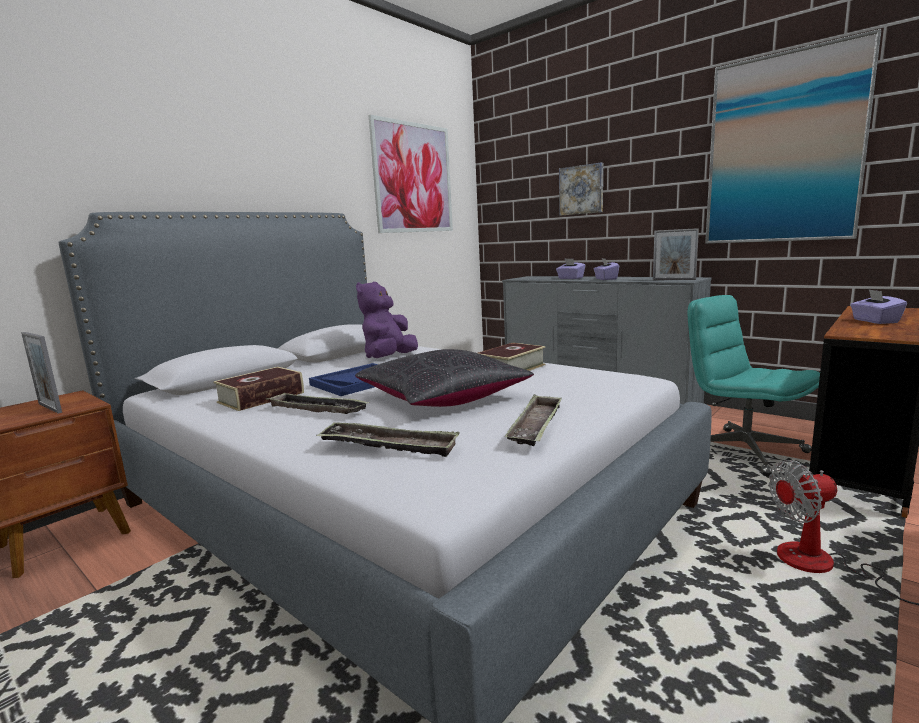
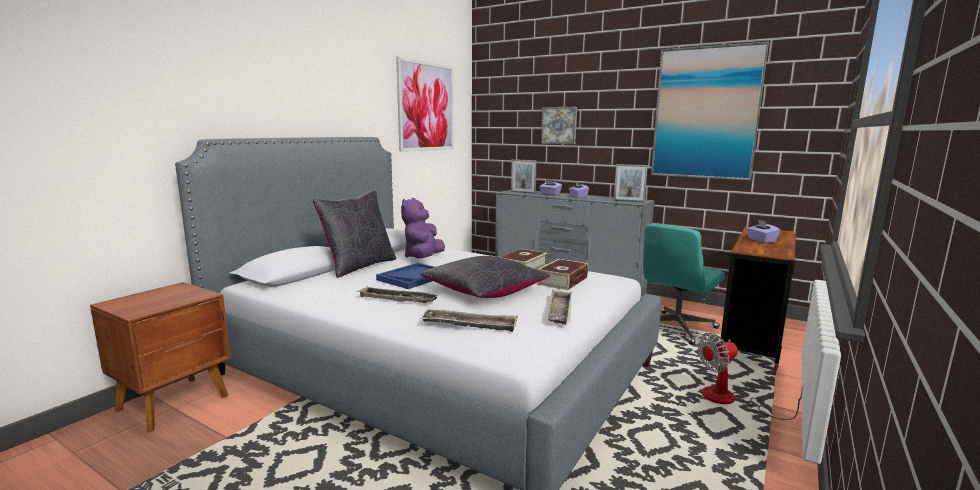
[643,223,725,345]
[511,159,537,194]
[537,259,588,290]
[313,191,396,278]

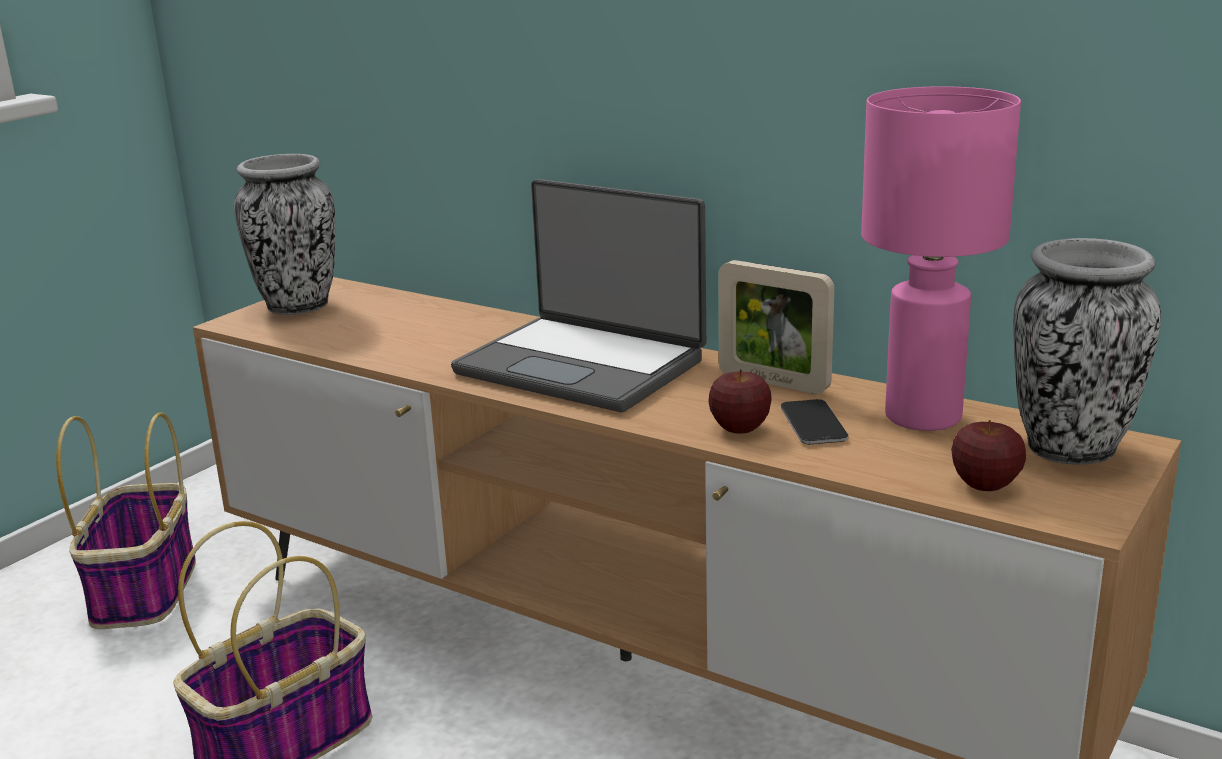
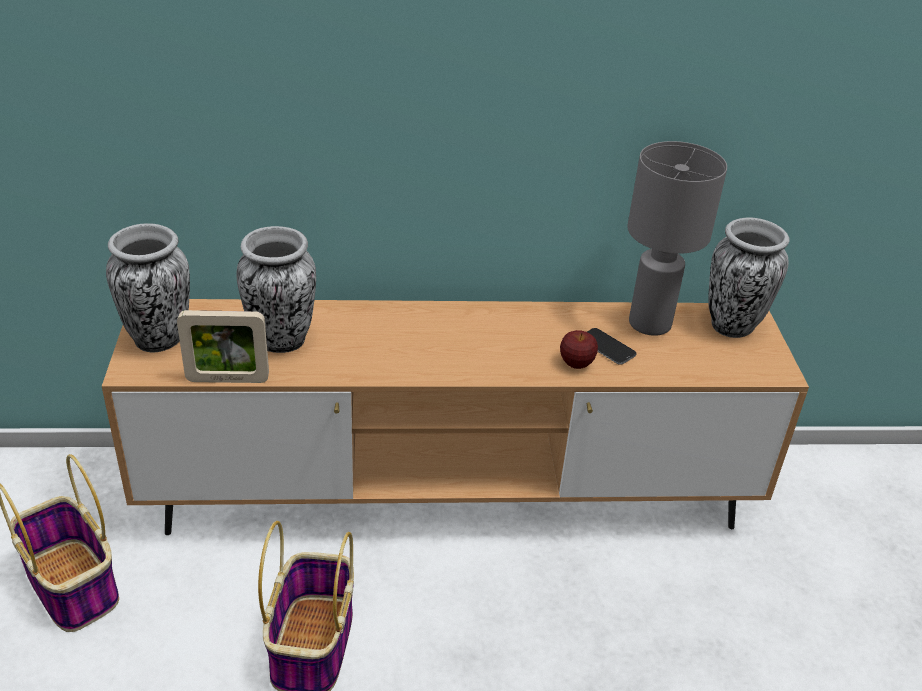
[627,141,727,336]
[451,179,706,412] (first image)
[177,310,269,383]
[951,420,1026,491] (first image)
[236,226,316,353]

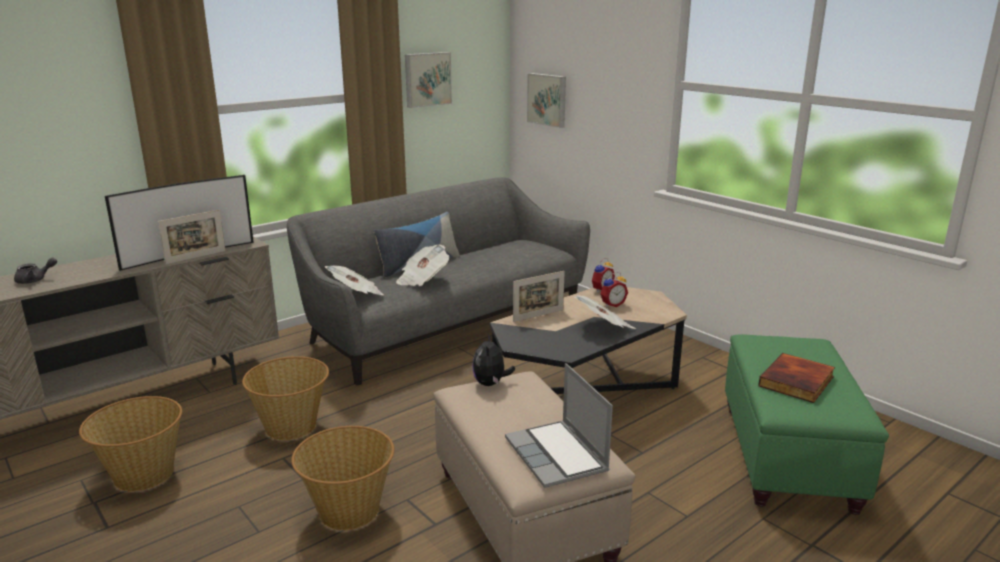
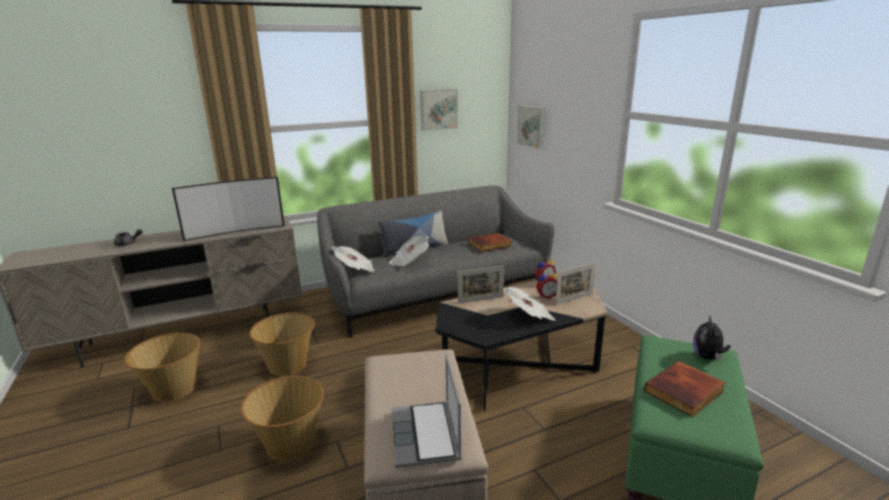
[555,263,596,305]
[693,315,731,360]
[468,233,512,252]

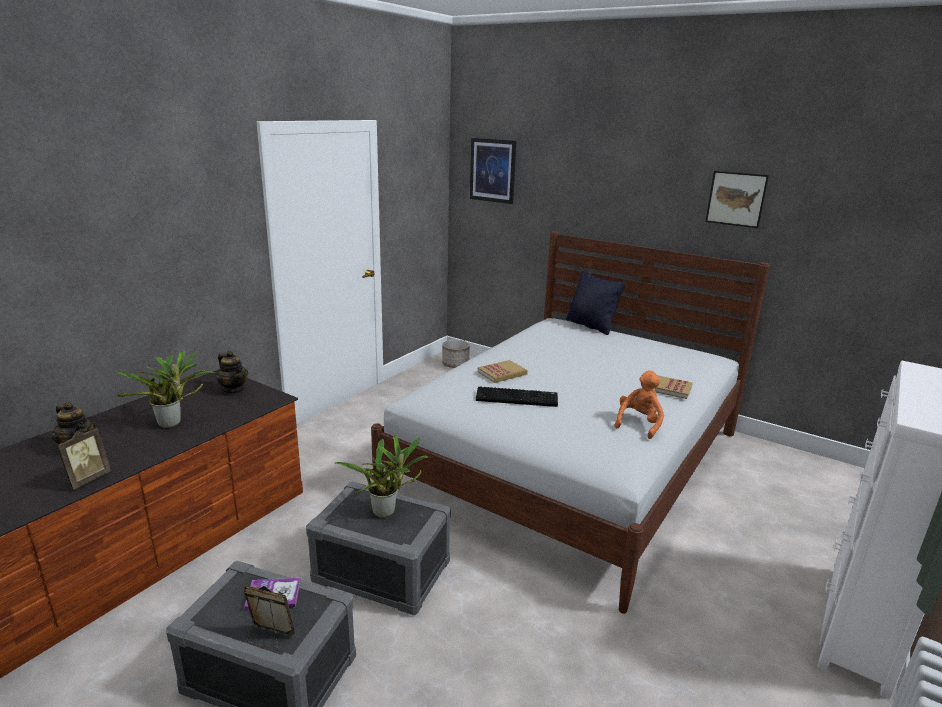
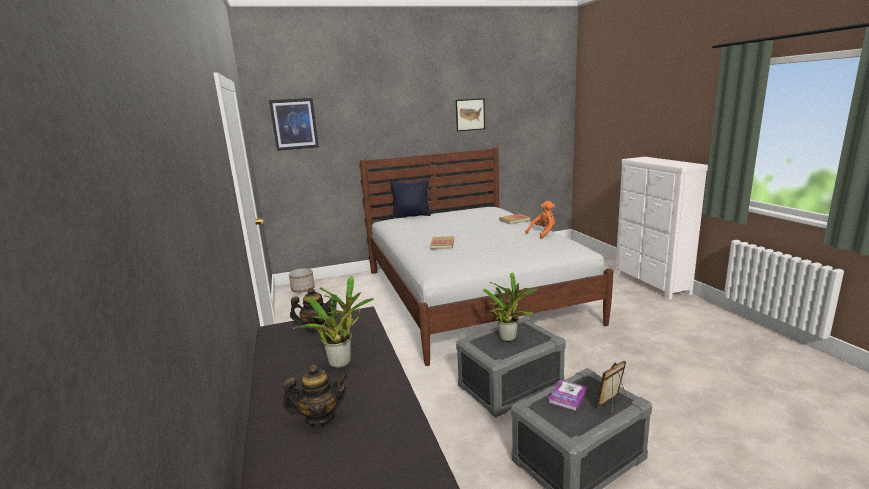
[525,201,555,239]
[476,386,558,407] (first image)
[57,428,111,490] (first image)

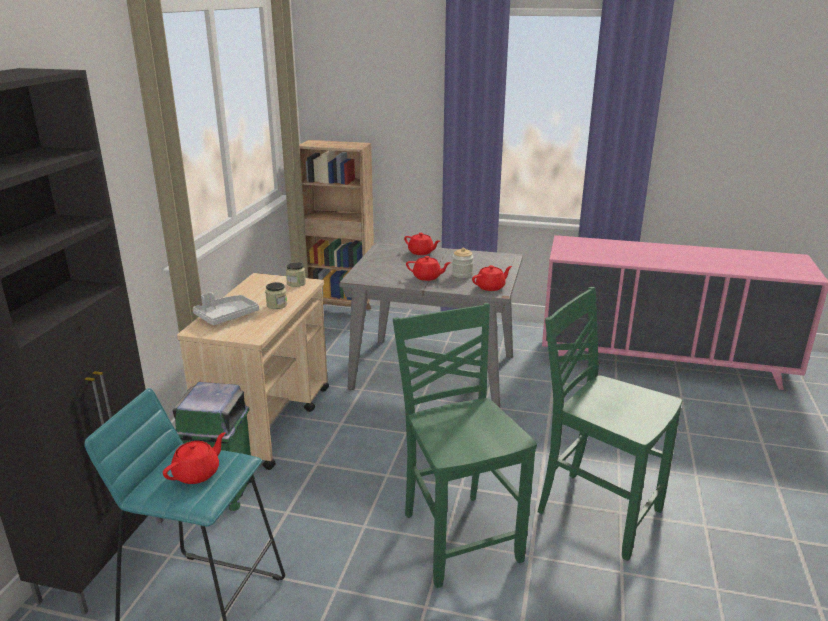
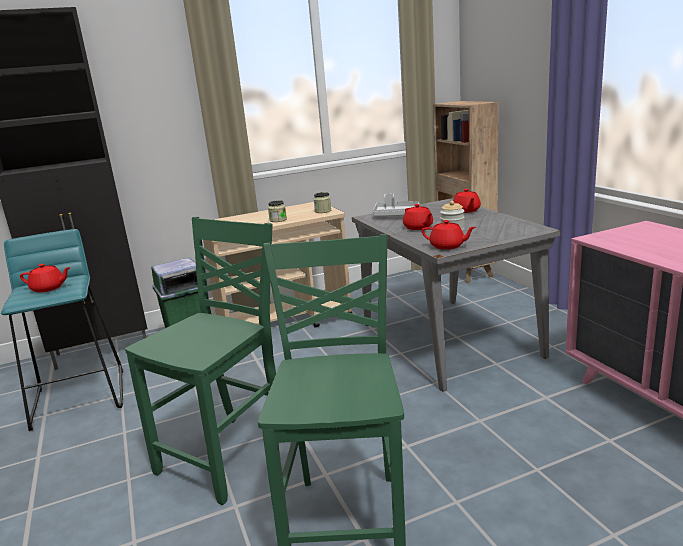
[373,194,420,216]

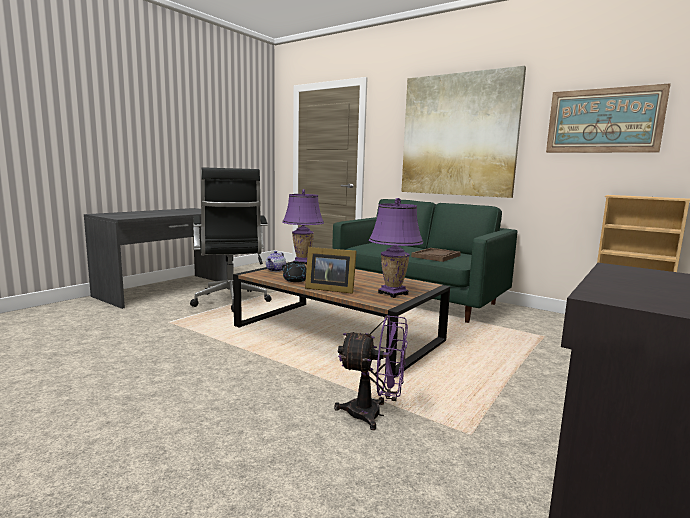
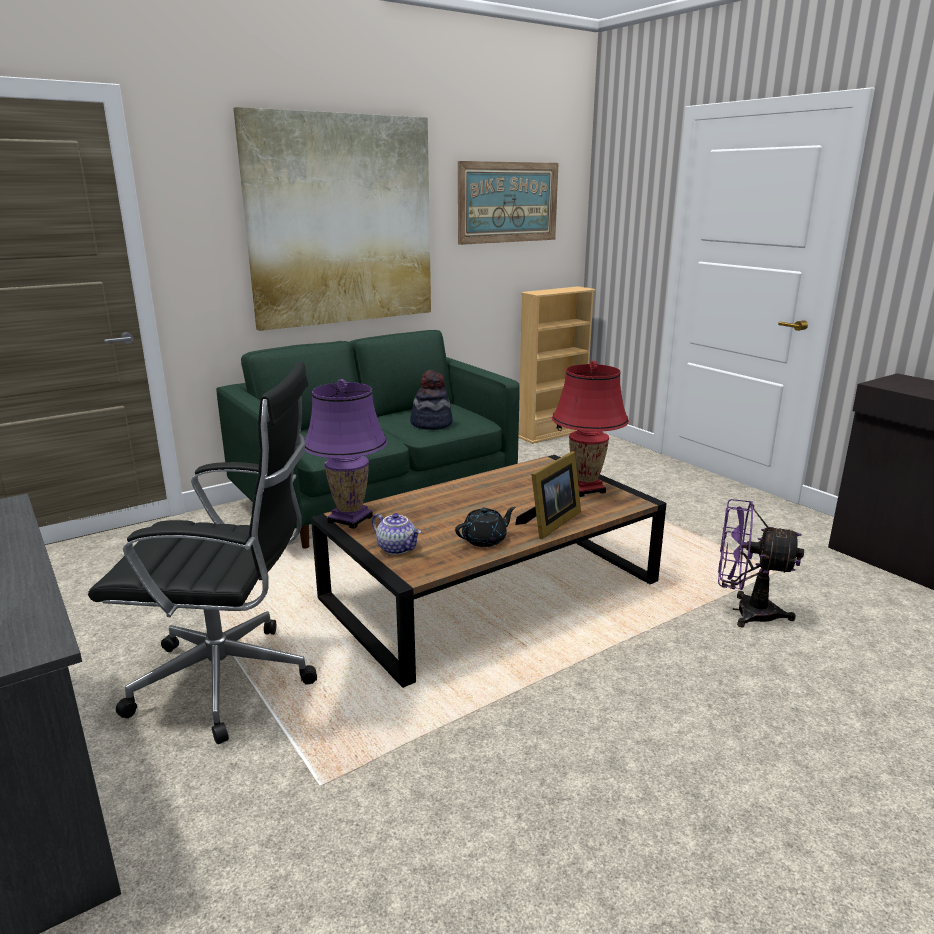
[552,360,629,497]
[410,370,453,430]
[718,499,804,627]

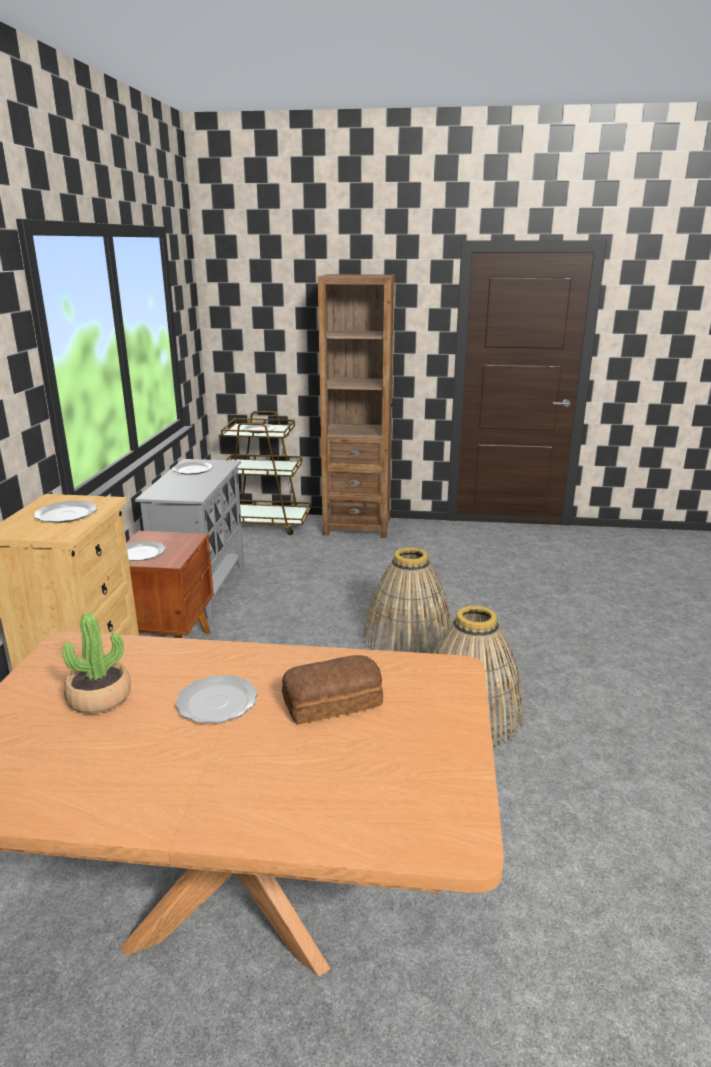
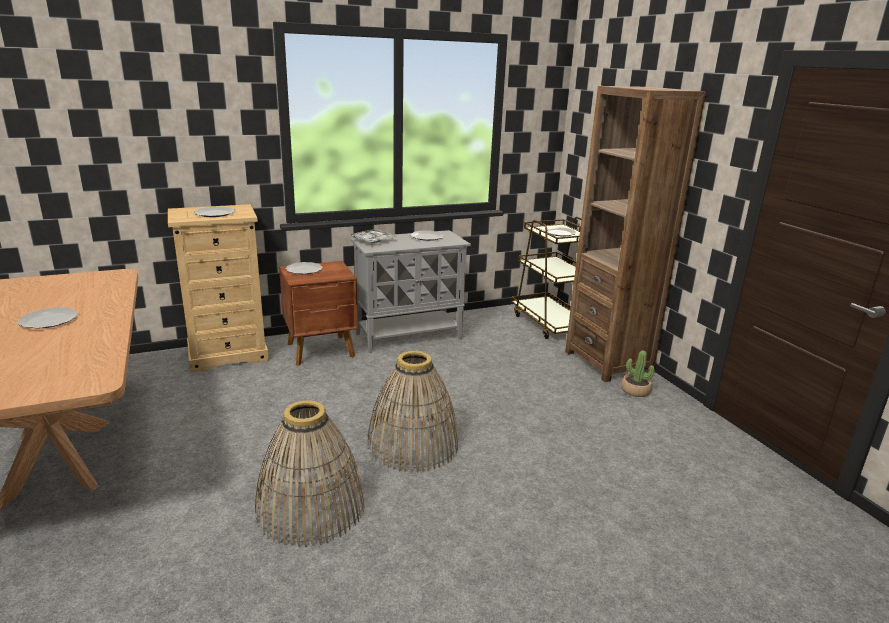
[621,351,655,397]
[282,655,383,724] (first image)
[351,229,397,243]

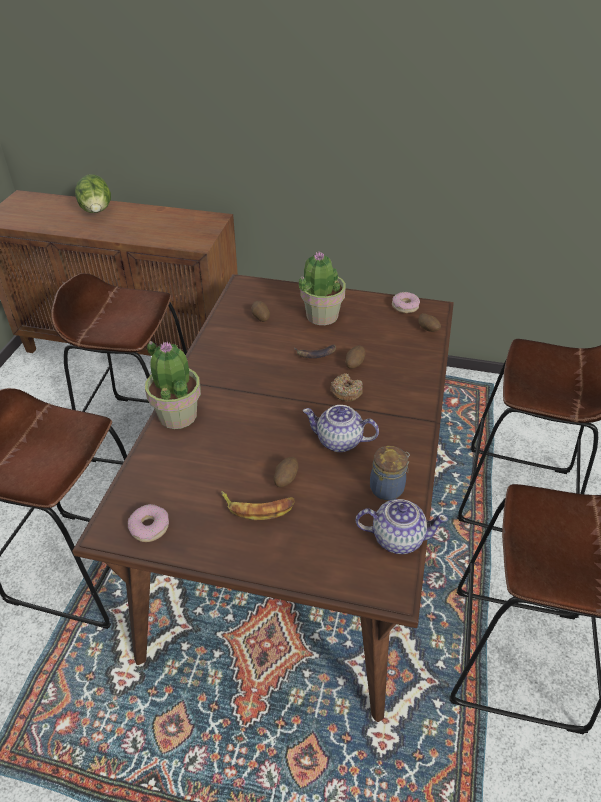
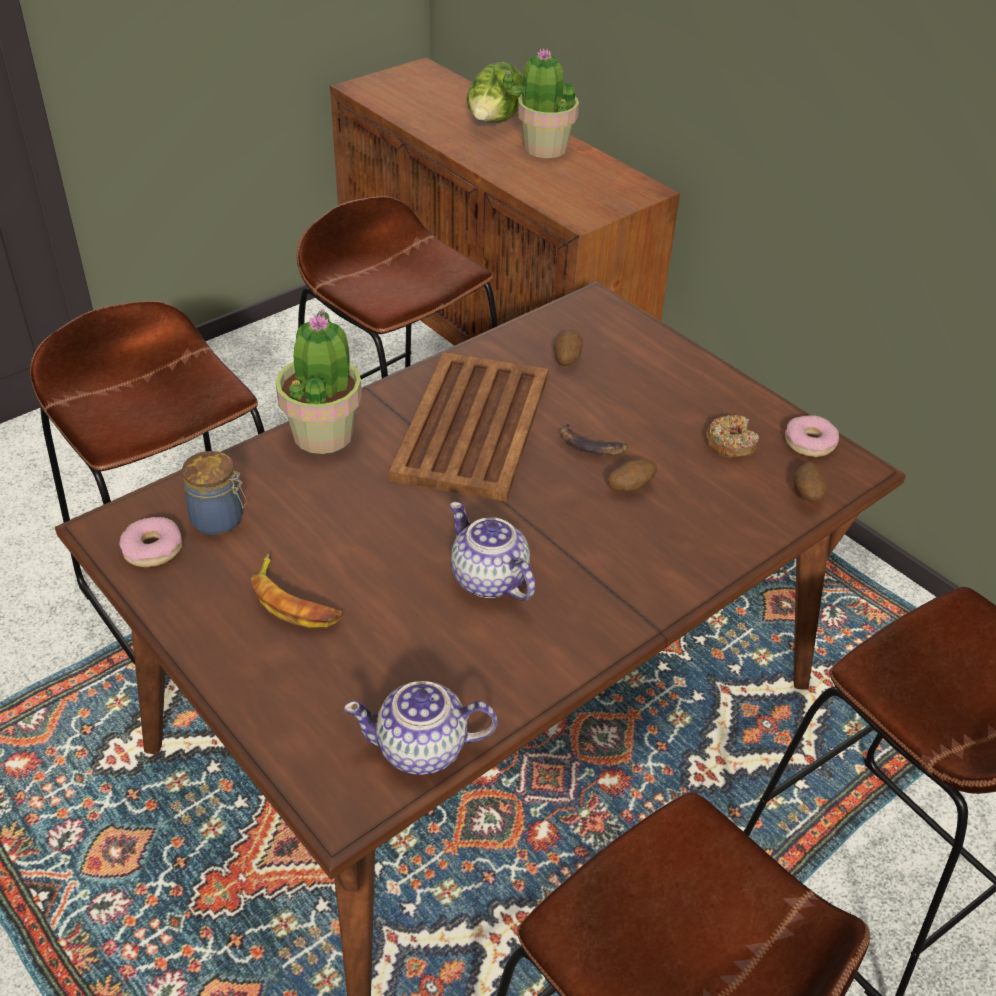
[503,48,579,158]
[706,415,759,458]
[182,451,247,535]
[273,457,299,487] (first image)
[344,681,497,775]
[389,352,548,502]

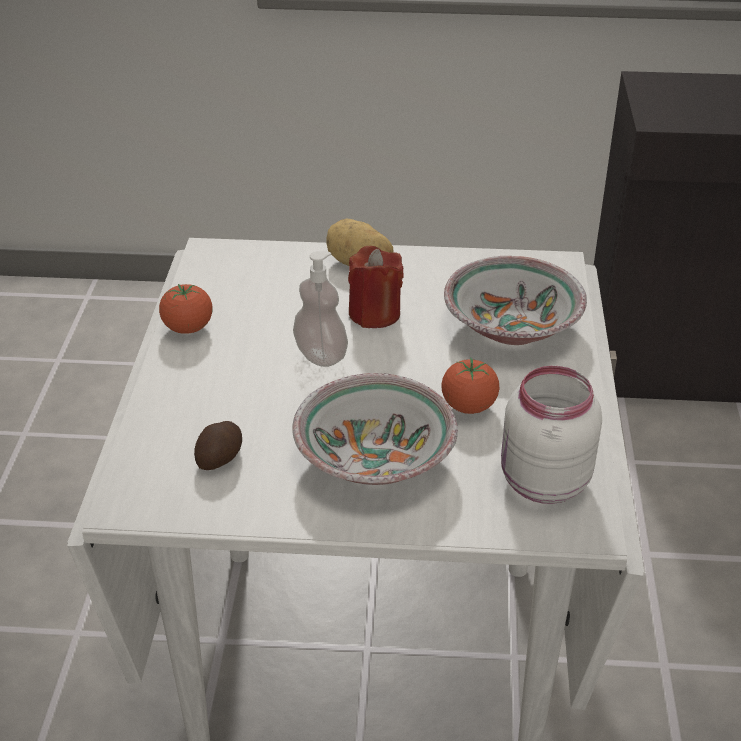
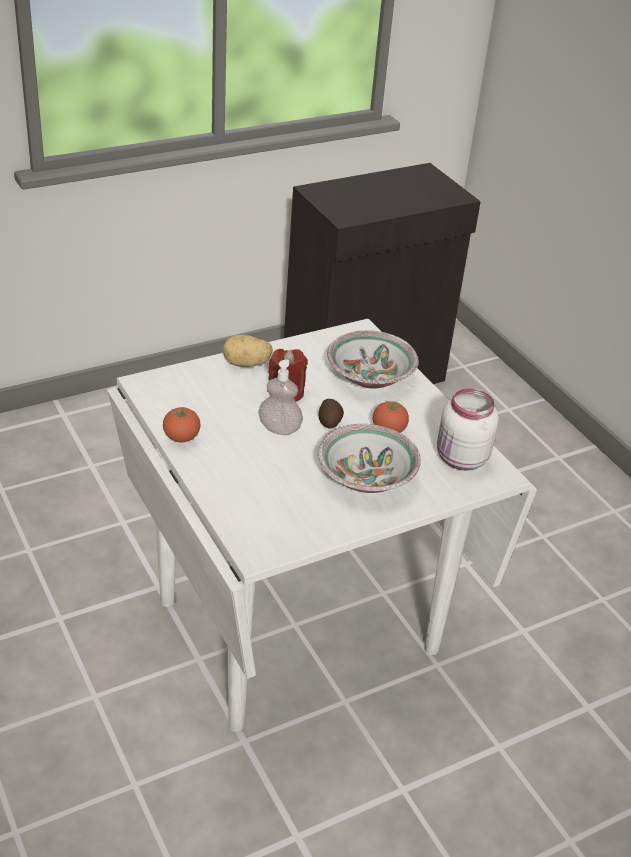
[319,399,344,429]

